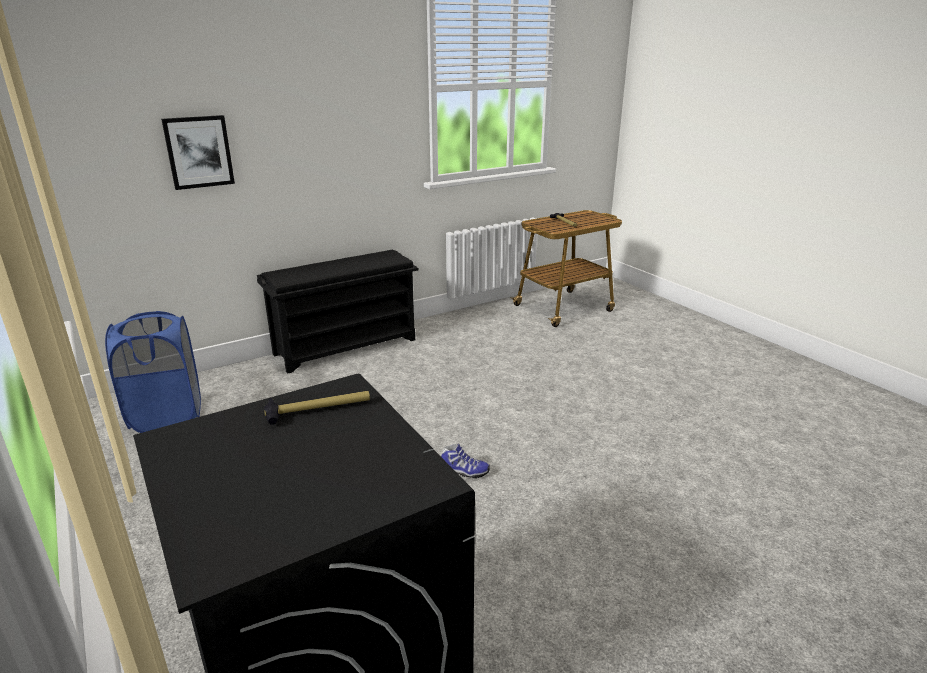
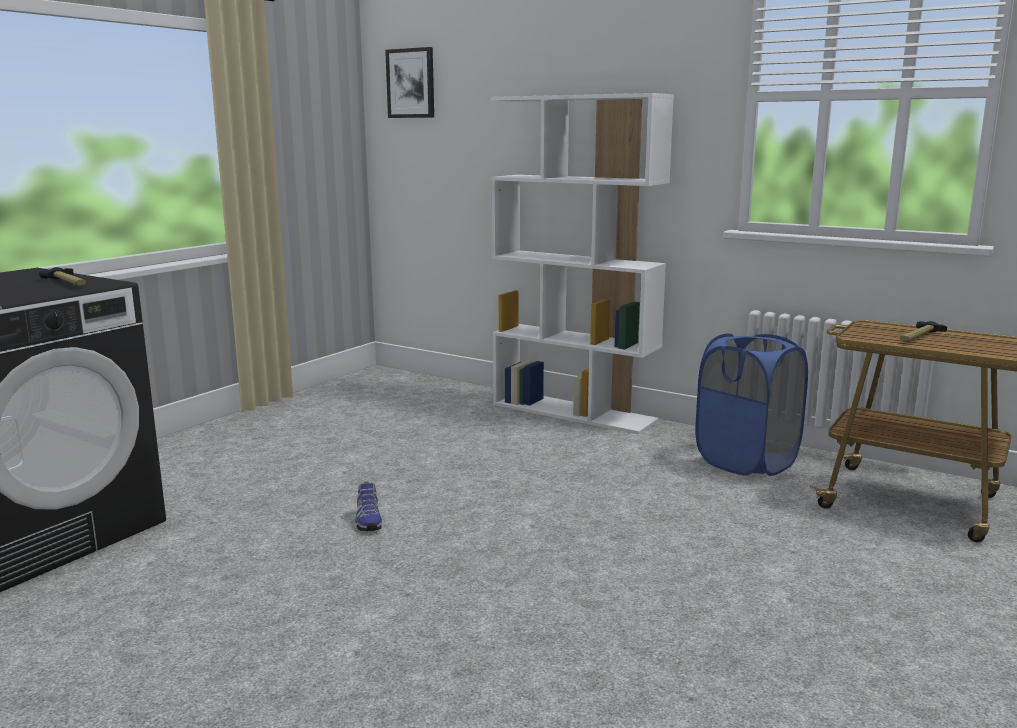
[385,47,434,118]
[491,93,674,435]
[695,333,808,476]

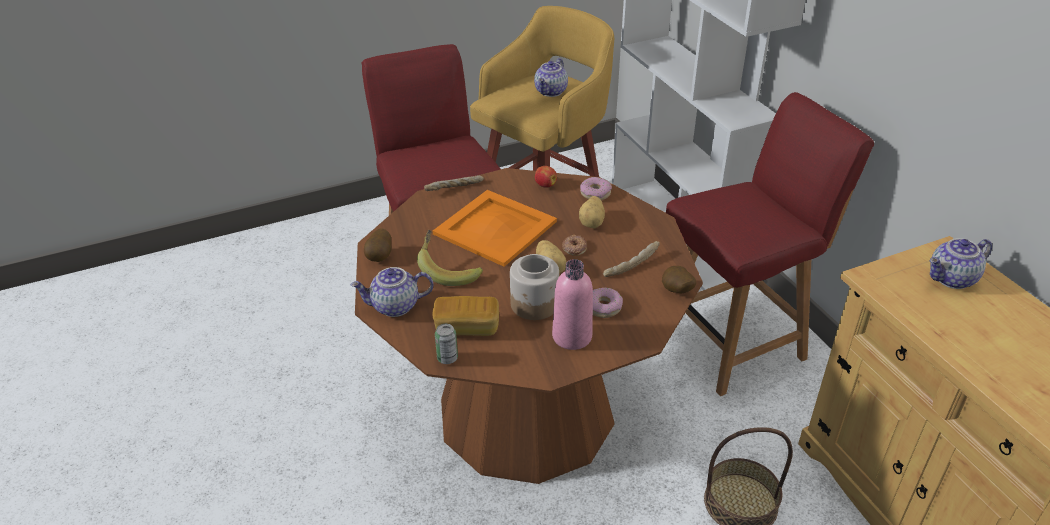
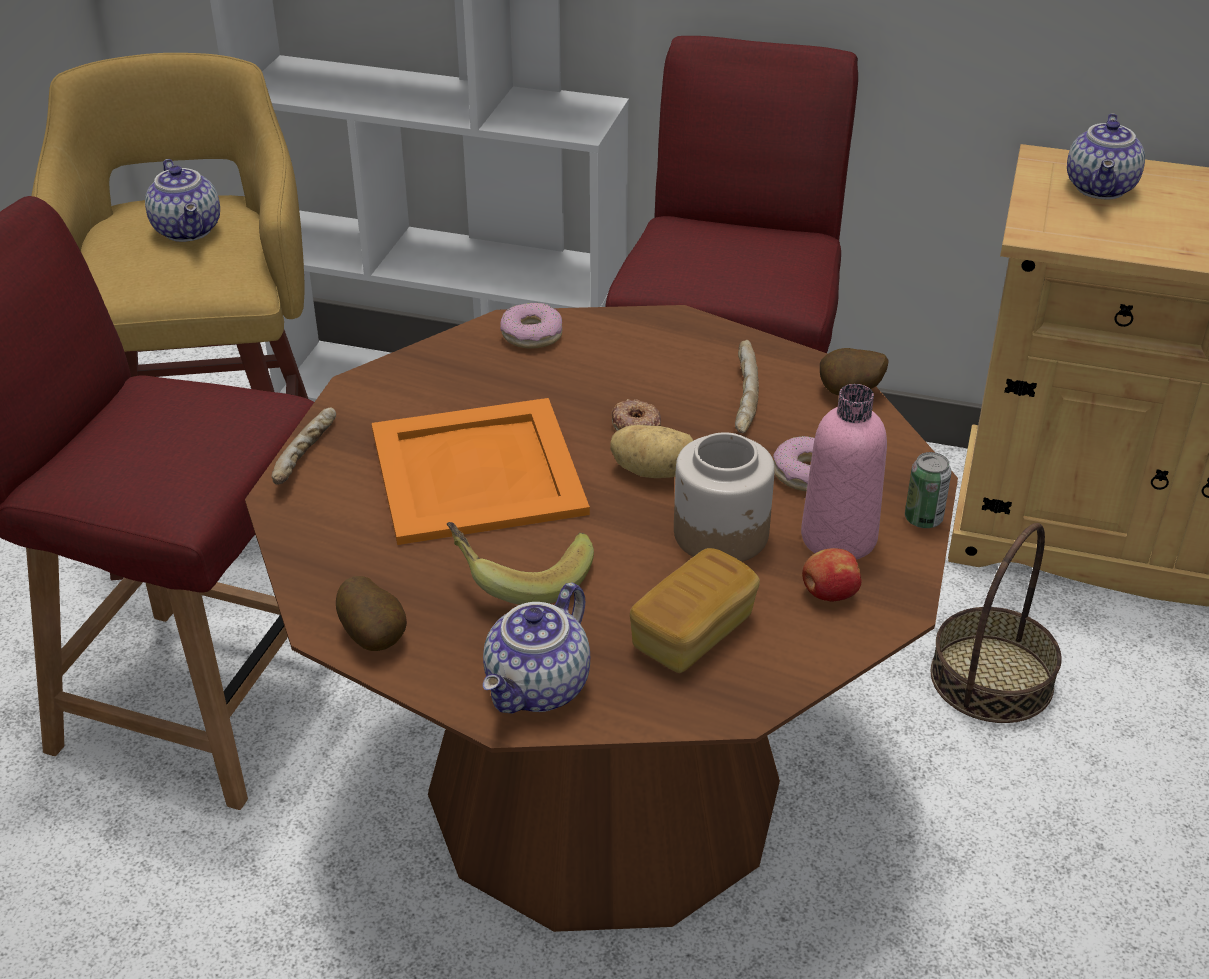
[802,548,862,601]
[579,196,605,228] (first image)
[905,452,952,528]

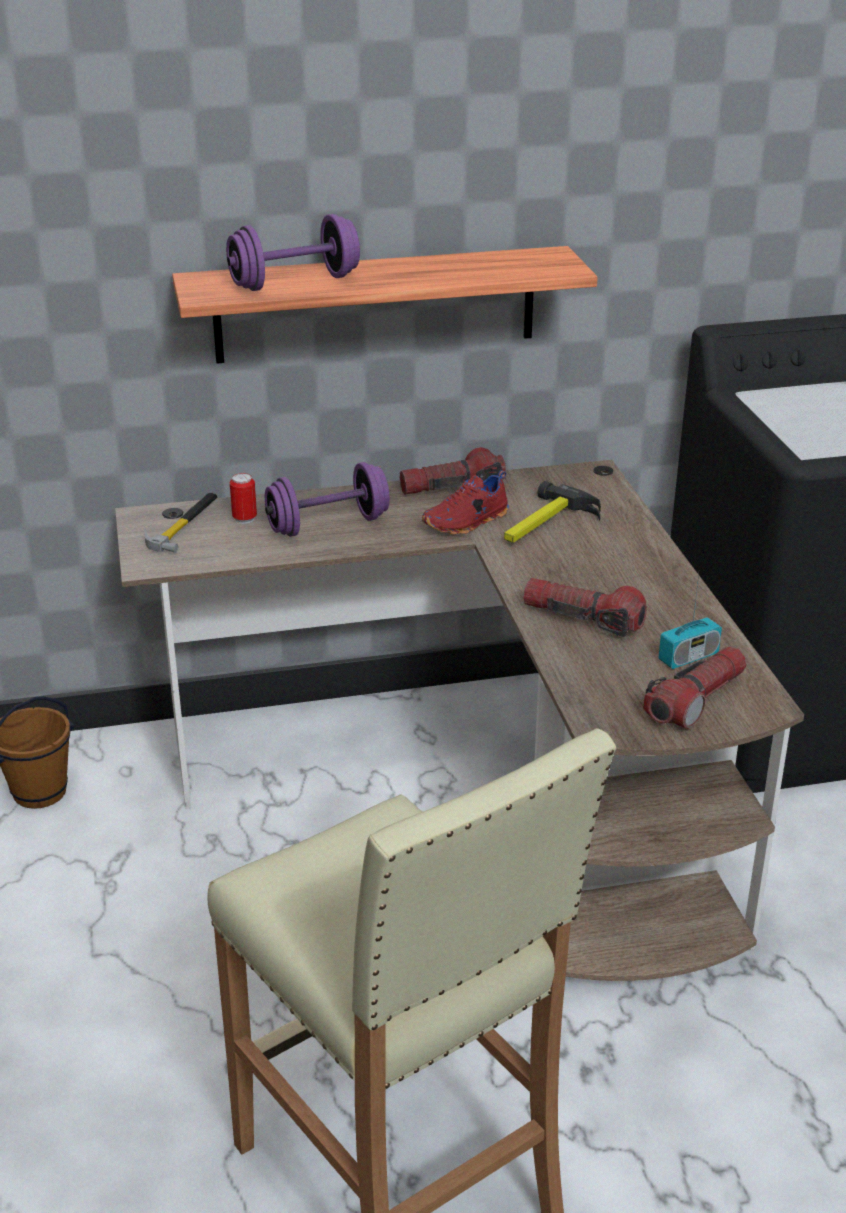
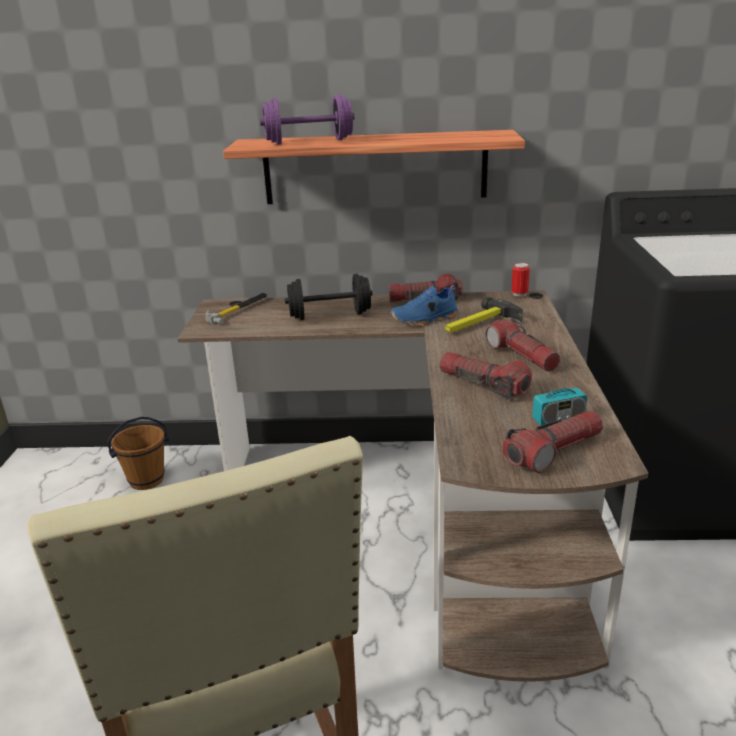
[285,274,373,320]
[391,285,458,326]
[512,263,530,297]
[486,318,560,372]

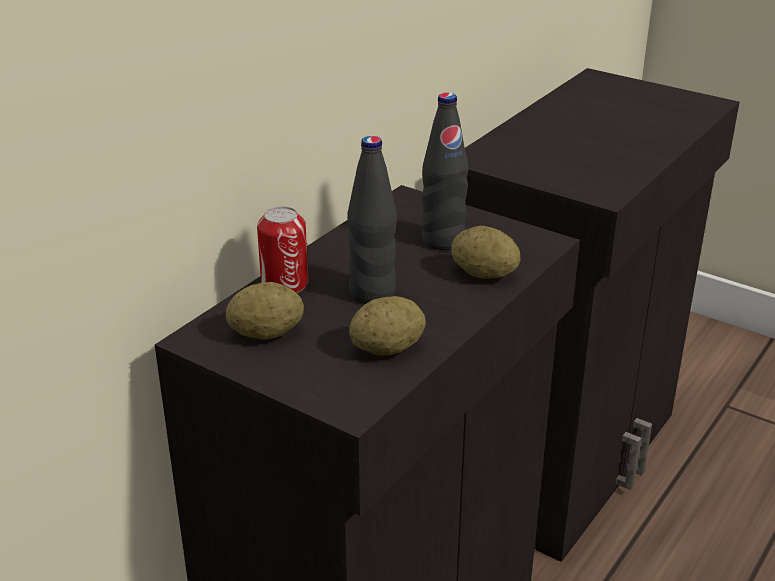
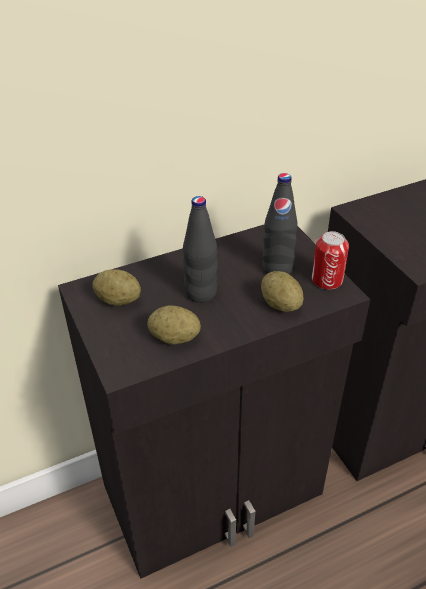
[312,231,349,290]

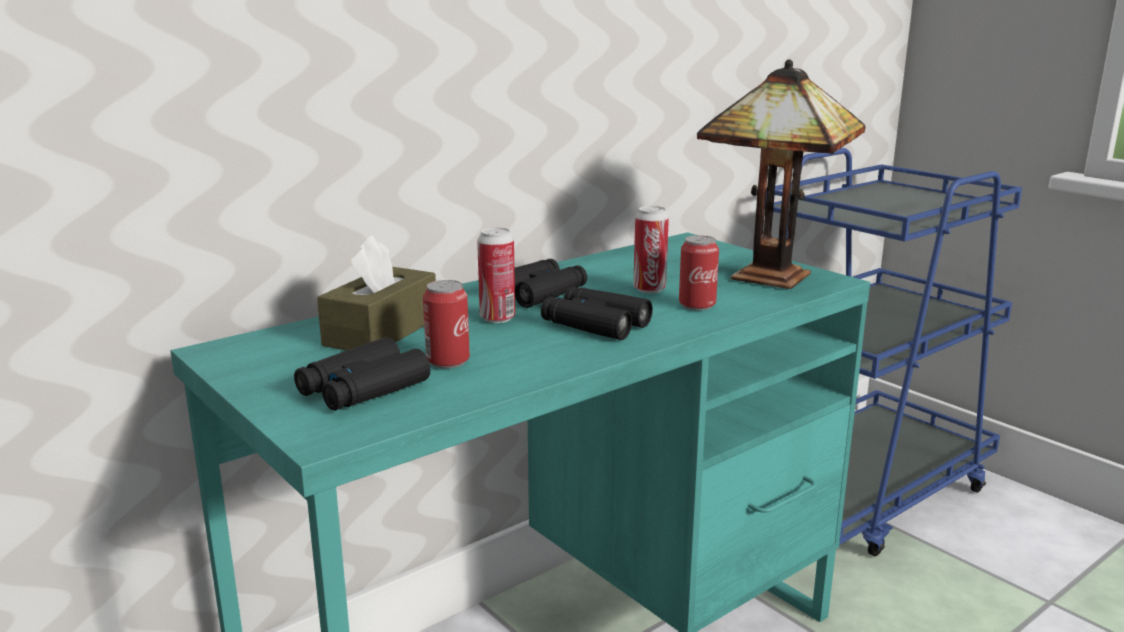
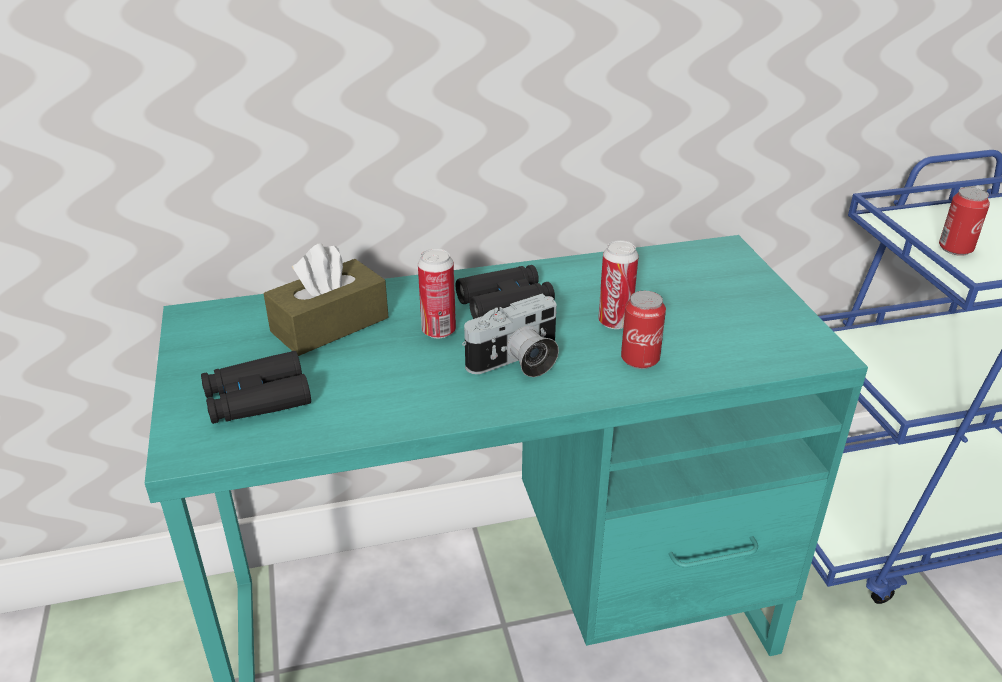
[697,59,865,289] (first image)
[939,187,990,256]
[462,294,559,377]

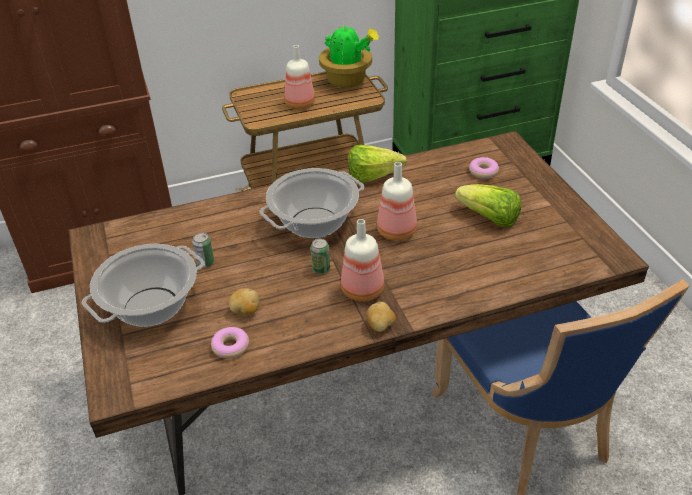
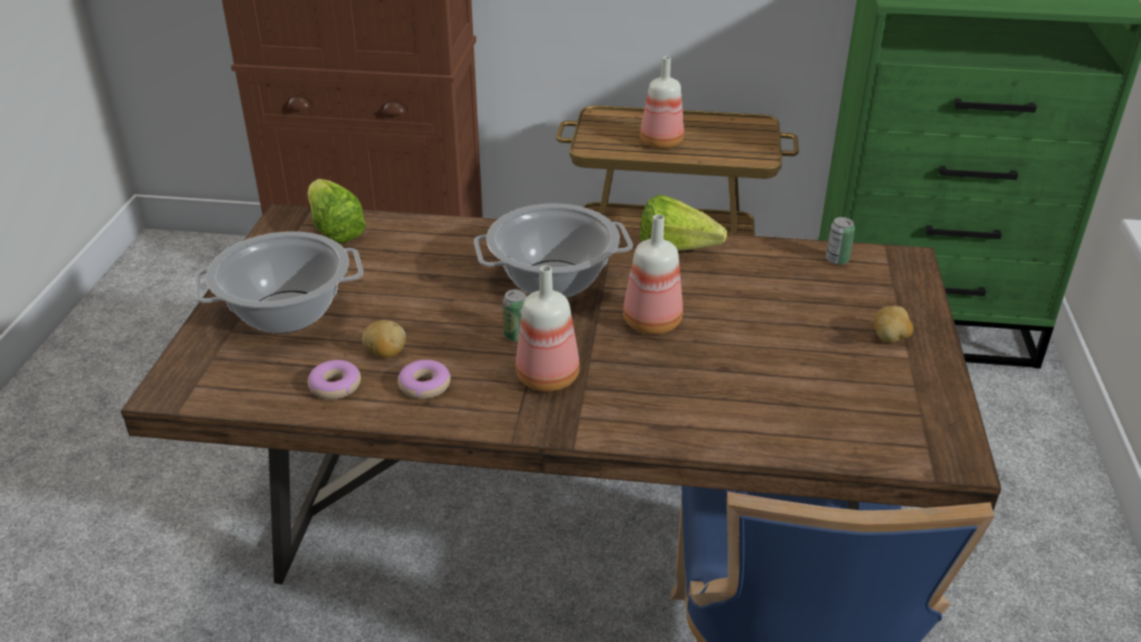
[319,24,379,88] (first image)
[398,360,451,399]
[308,179,366,243]
[826,217,855,265]
[874,306,913,343]

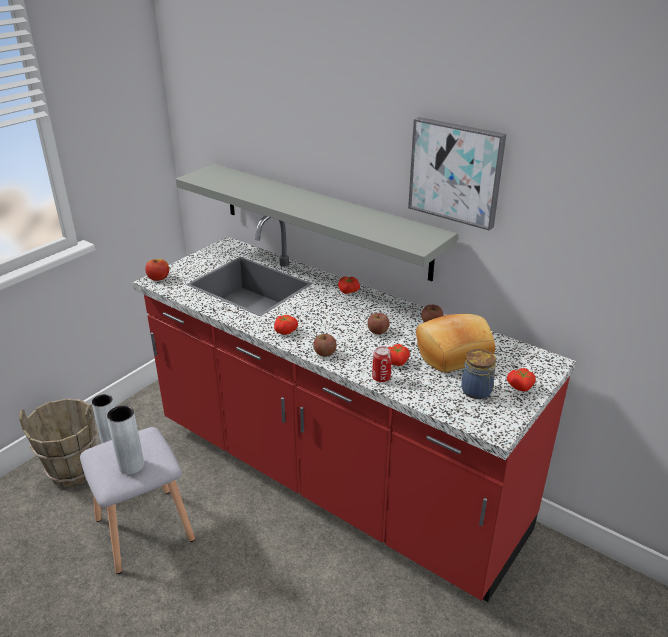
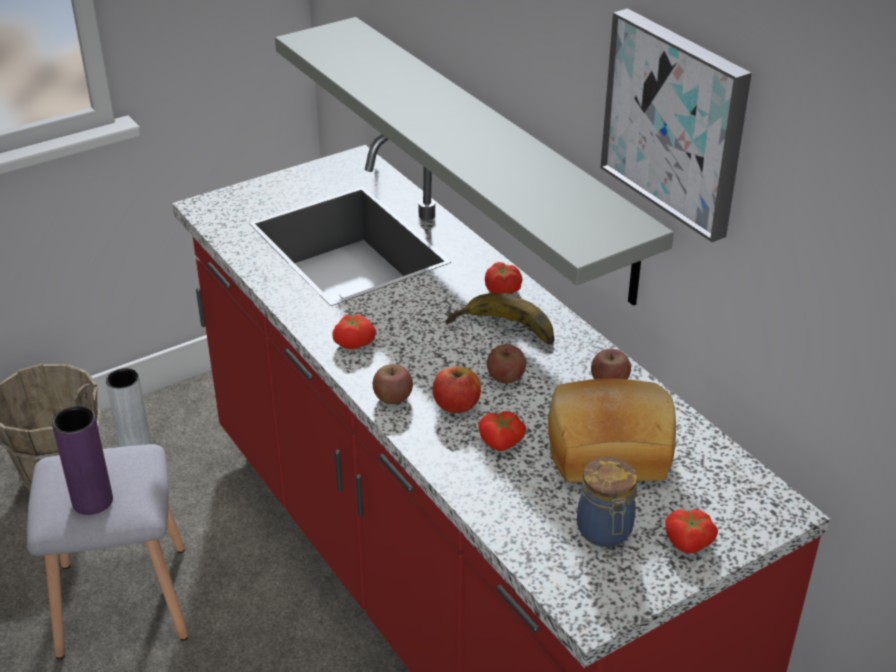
[433,366,481,413]
[372,346,392,382] (first image)
[52,406,113,515]
[445,294,554,345]

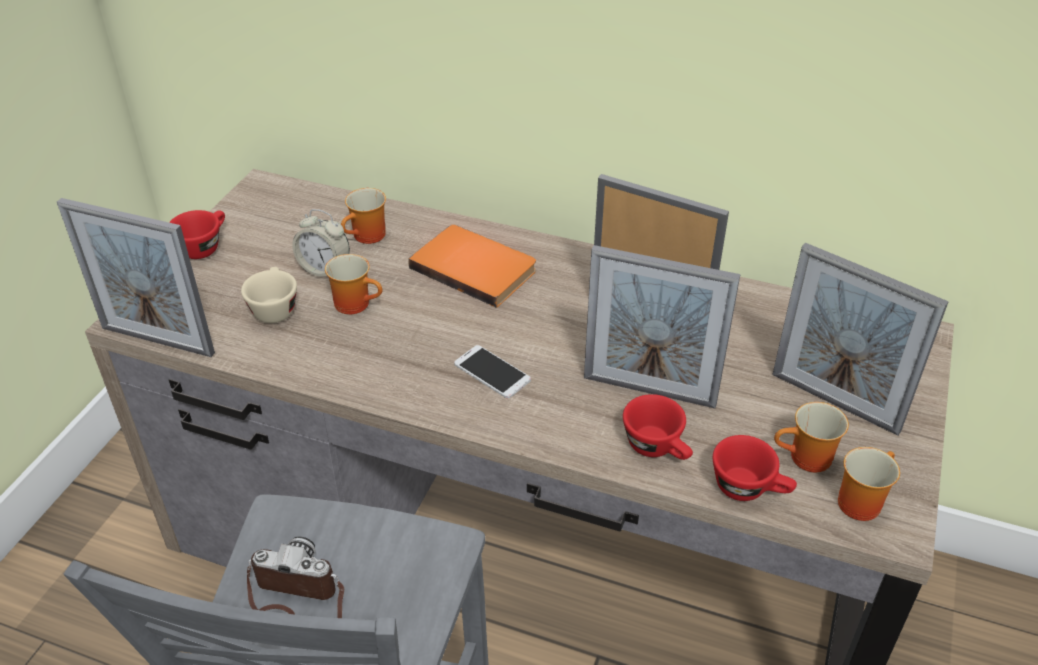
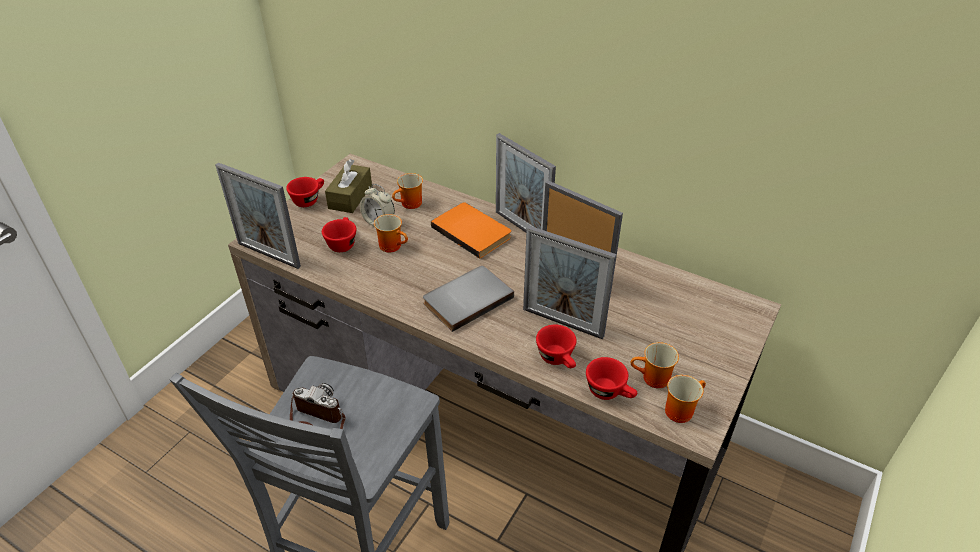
[496,133,556,232]
[322,217,356,252]
[423,266,514,332]
[325,159,372,213]

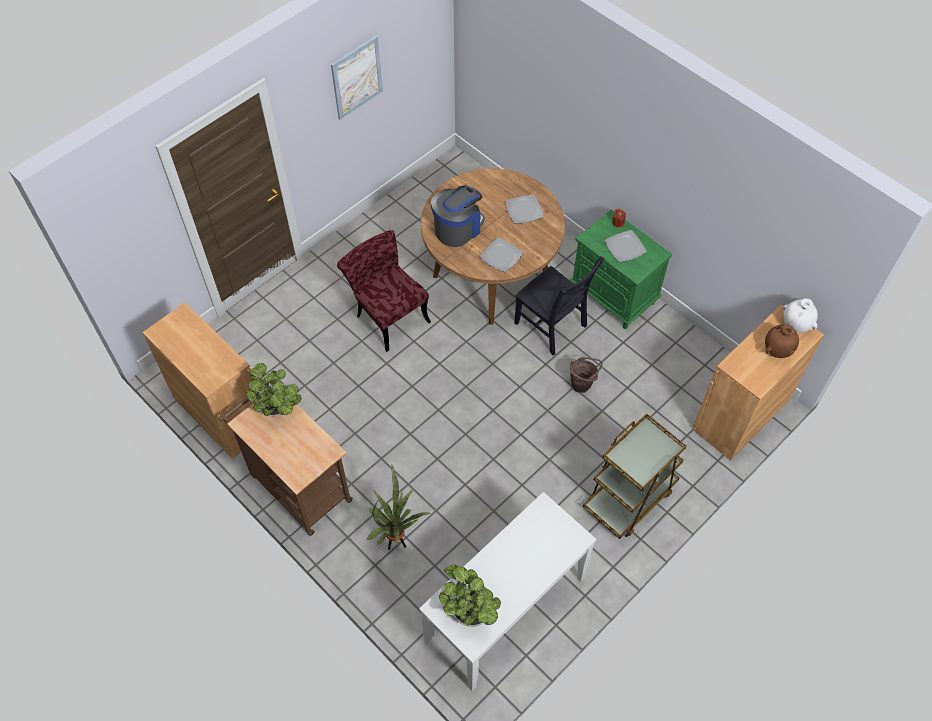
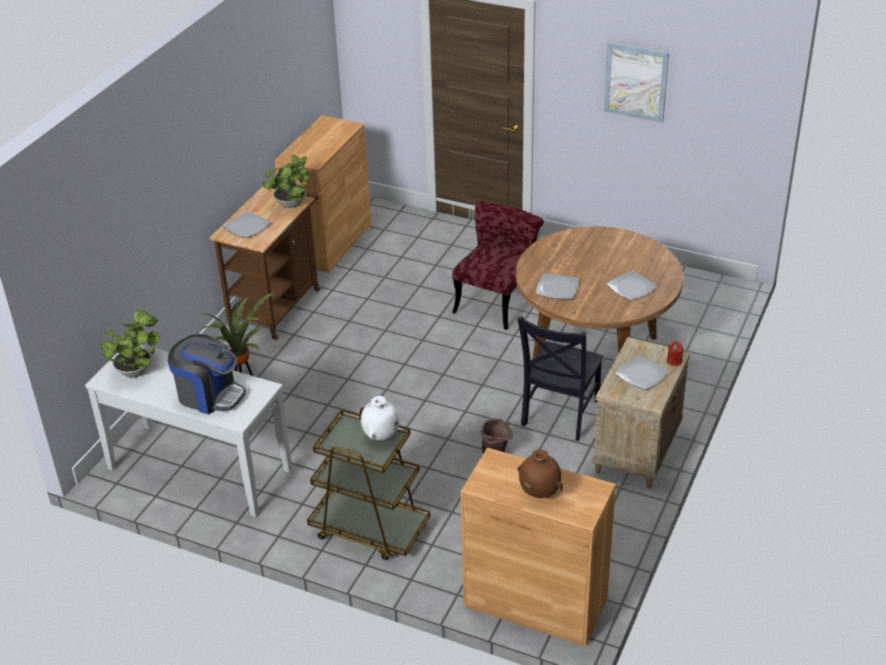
[168,334,246,414]
[591,337,691,488]
[361,396,399,440]
[223,212,271,238]

